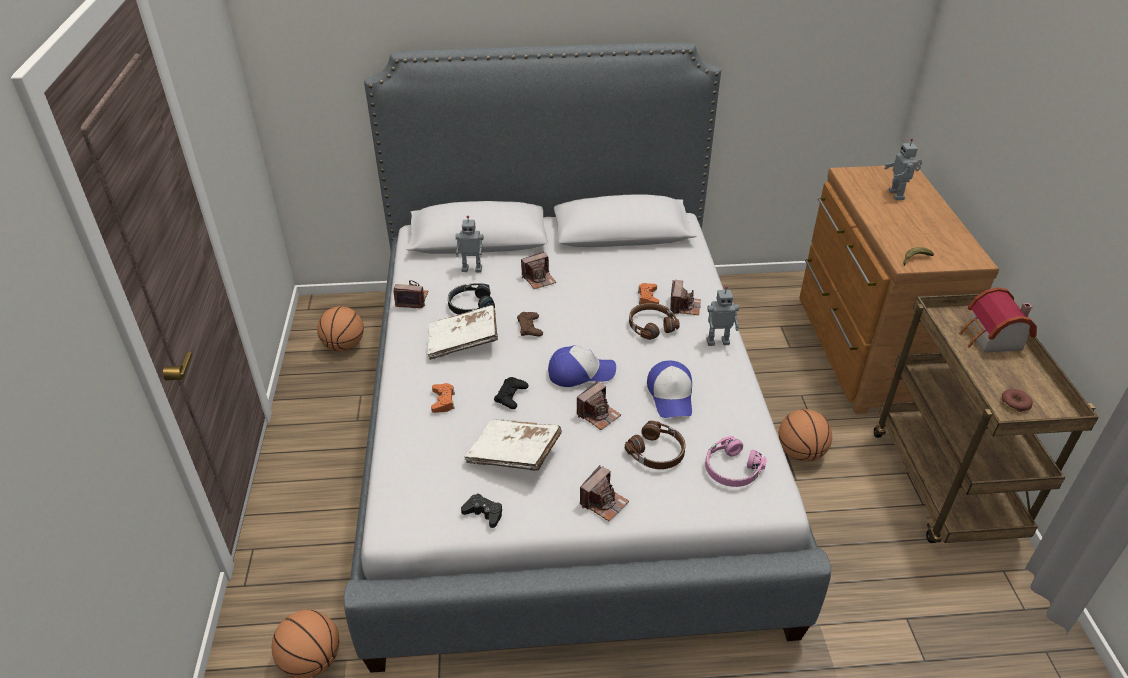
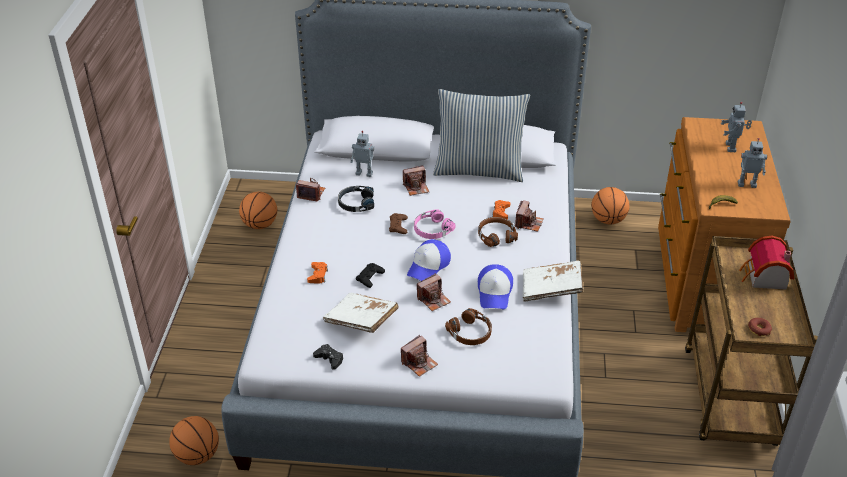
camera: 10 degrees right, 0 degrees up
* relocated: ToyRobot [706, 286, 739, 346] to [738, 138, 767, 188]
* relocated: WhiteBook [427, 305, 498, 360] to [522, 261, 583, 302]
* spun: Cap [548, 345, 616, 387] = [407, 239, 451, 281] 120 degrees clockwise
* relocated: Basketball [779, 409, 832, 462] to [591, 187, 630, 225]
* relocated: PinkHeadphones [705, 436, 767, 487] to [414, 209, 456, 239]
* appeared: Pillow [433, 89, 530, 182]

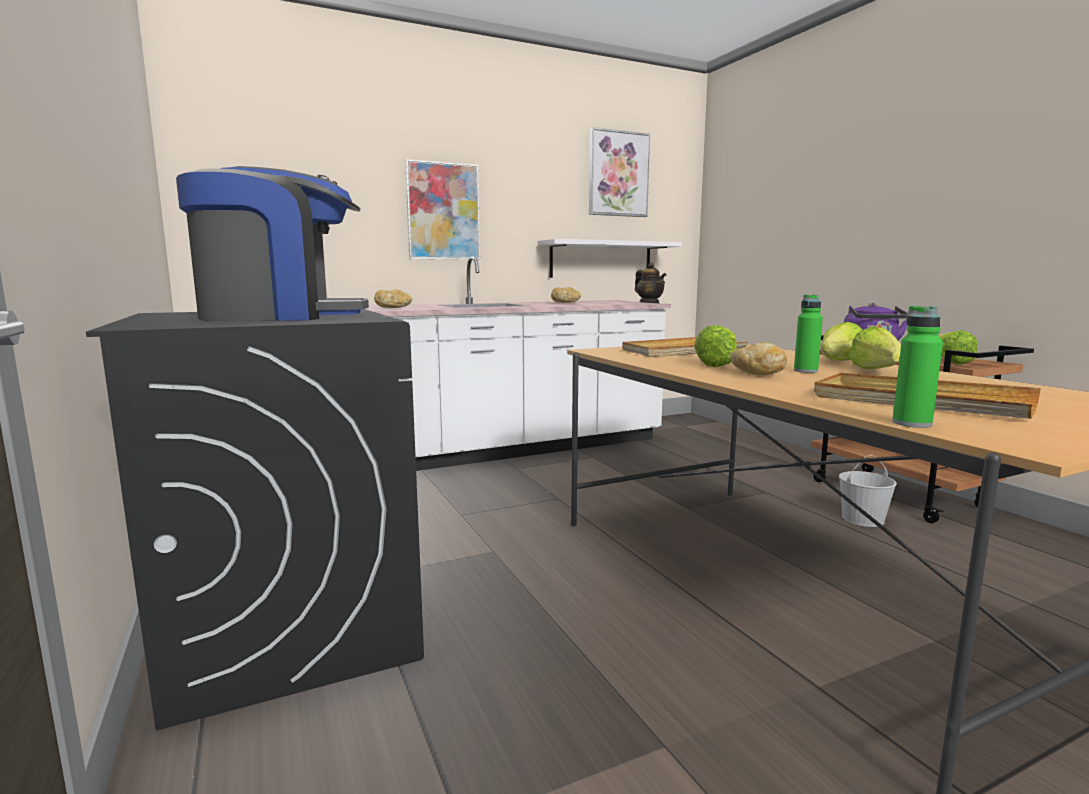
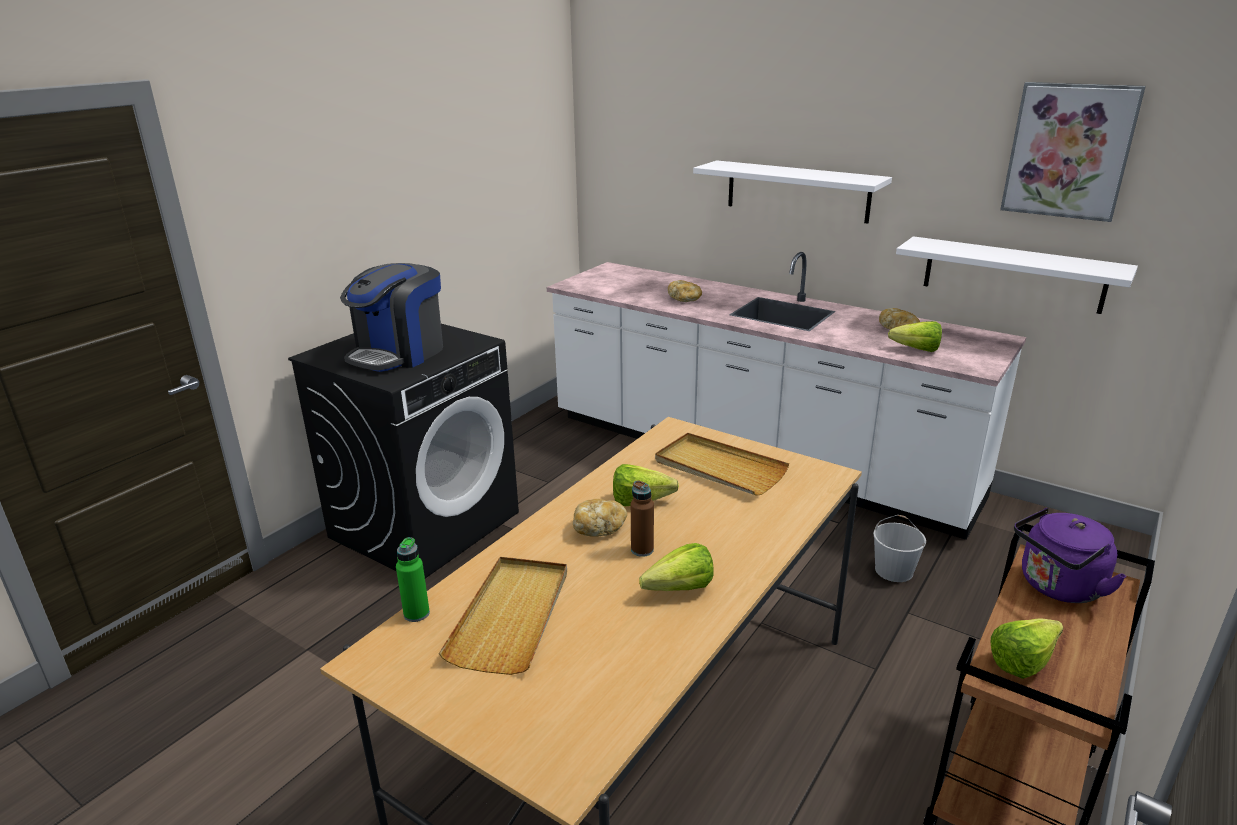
camera: 60 degrees right, 15 degrees up
* exchanged: Picture [405, 159, 480, 260] to WhiteShelf [693, 160, 892, 224]
* spun: CoffeeMachine [176, 166, 369, 321] = [340, 263, 443, 372] 75 degrees clockwise
* missing: Teapot [635, 263, 666, 303]
* colour: GreenBottle [794, 295, 823, 373] to BrownBottle [631, 480, 654, 557]
* relocated: Lettuce [821, 322, 862, 361] to [888, 321, 942, 352]
* relocated: WhiteBucket [839, 455, 897, 527] to [873, 515, 926, 582]

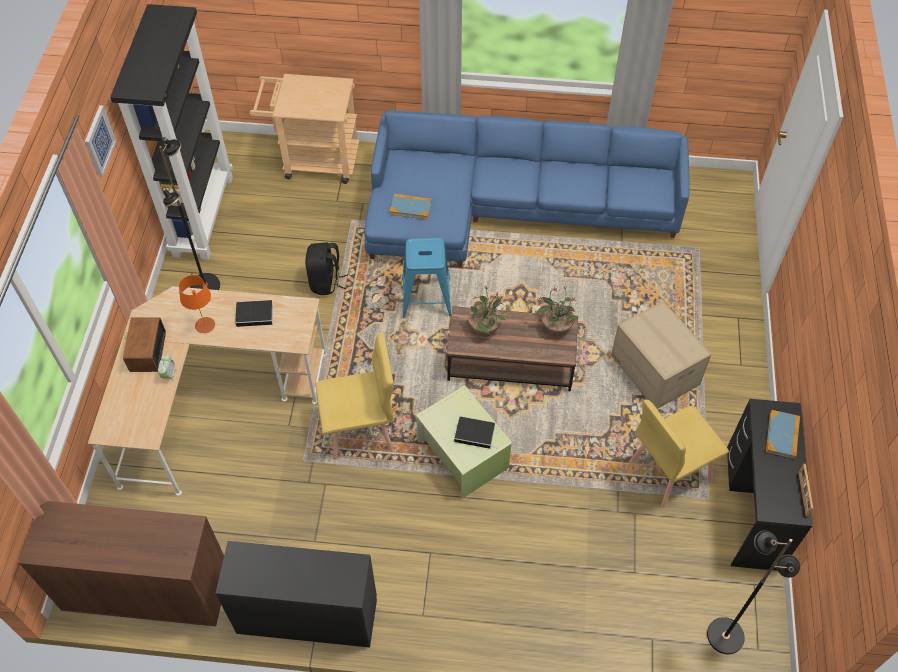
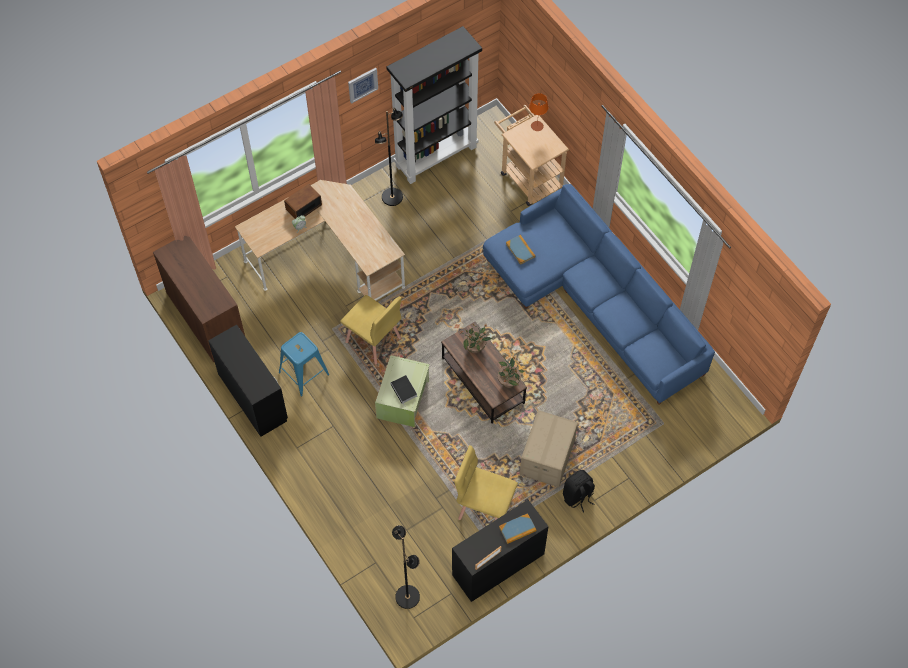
camera: 50 degrees right, 5 degrees up
* relocated: BlueStool [402, 238, 451, 318] to [279, 332, 329, 396]
* relocated: BlackBackpack [305, 242, 348, 295] to [563, 470, 595, 513]
* relocated: OrangeTableLamp [179, 275, 215, 334] to [529, 93, 548, 131]
* missing: Book [235, 300, 276, 327]

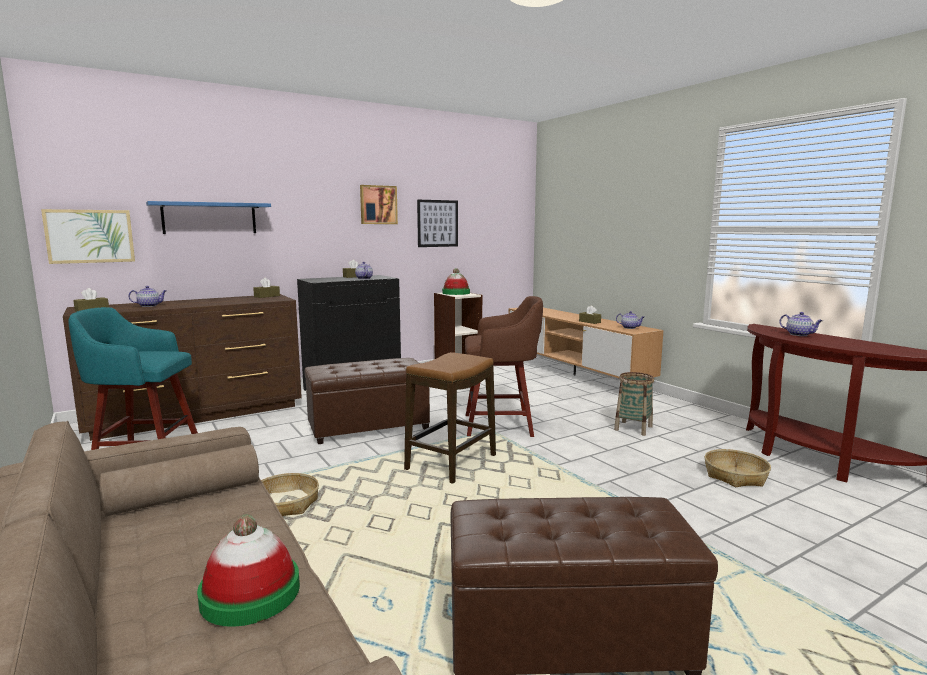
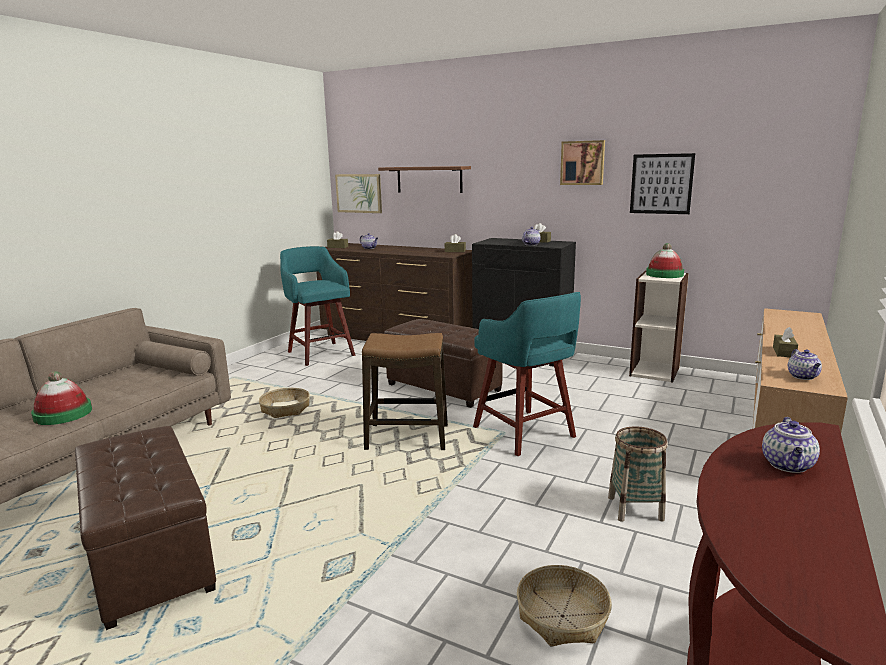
camera: 60 degrees right, 5 degrees up
* colour: BlueShelf [146, 201, 271, 234] to BrownShelf [378, 166, 471, 193]
* colour: BrownStool [465, 296, 543, 437] to TurquoiseStool [473, 292, 581, 456]

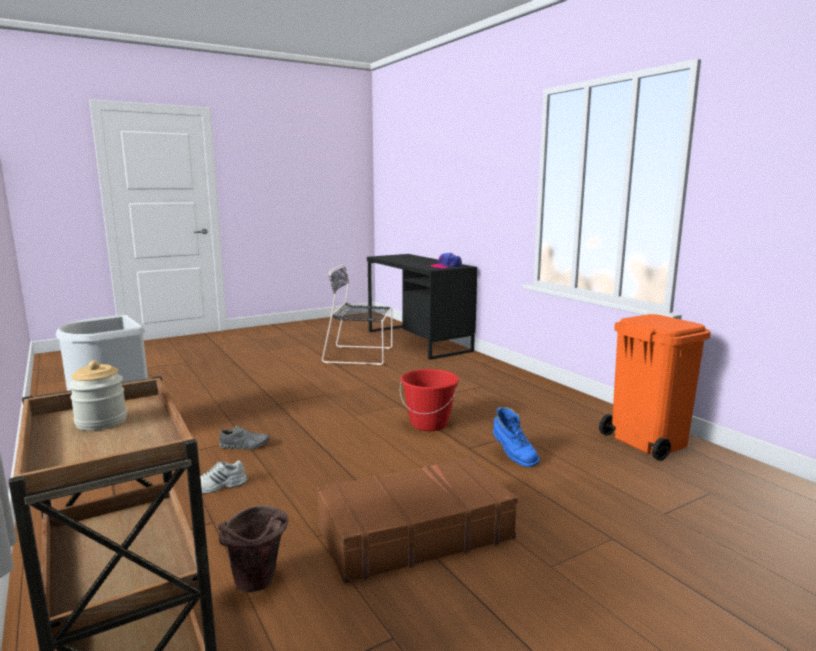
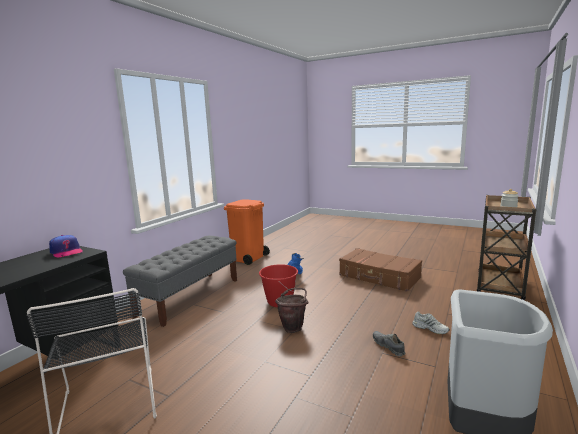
camera: 120 degrees left, 0 degrees up
* relocated: BrownBucket [218, 505, 288, 592] to [275, 288, 309, 333]
* appeared: GreyBench [123, 236, 237, 327]

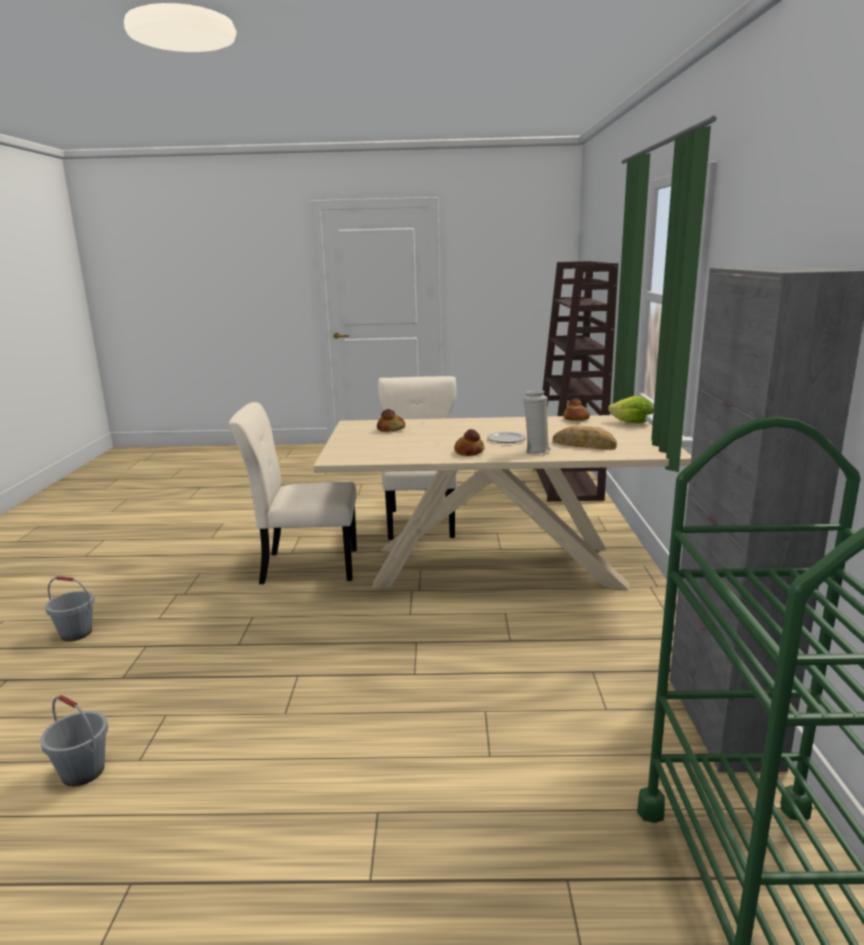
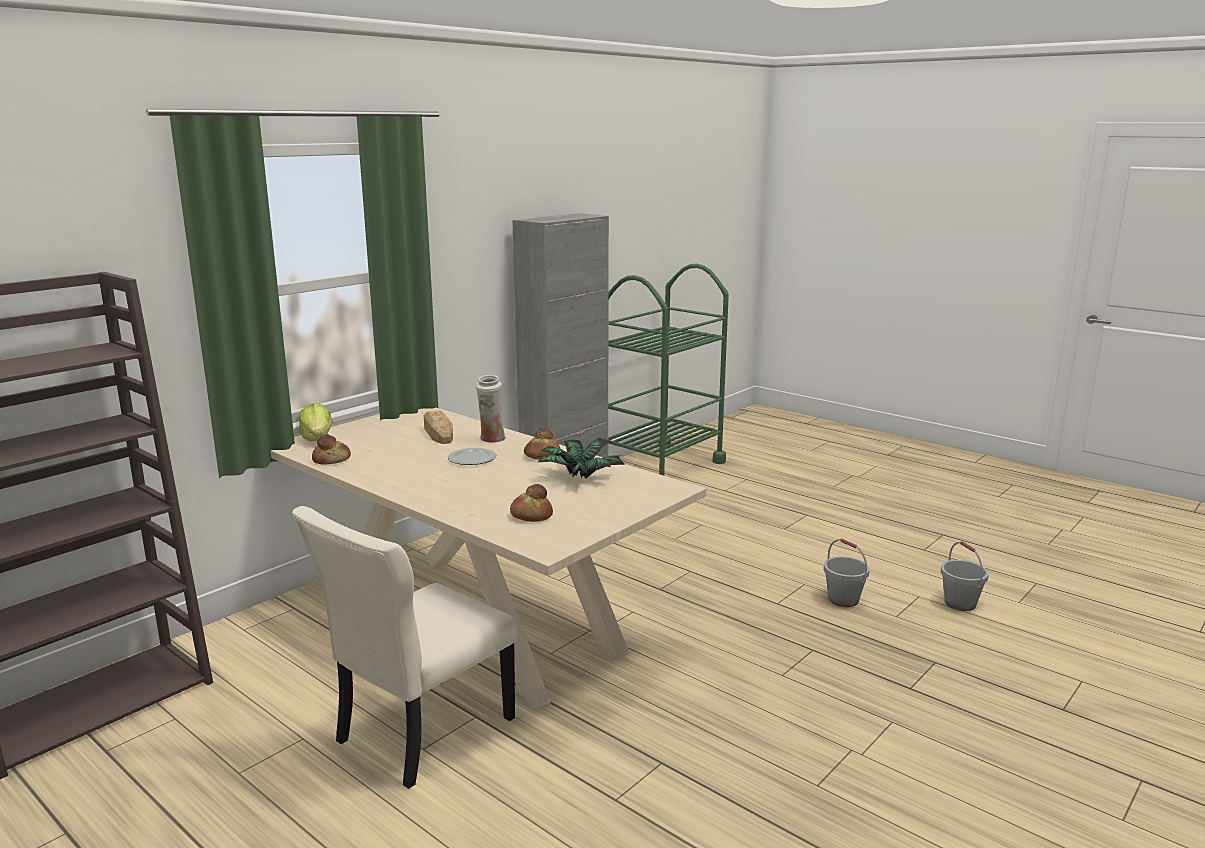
camera: 140 degrees left, 0 degrees up
* missing: BeigeChair [228, 402, 357, 584]
* relocated: GreyBucket [45, 576, 95, 641] to [823, 539, 870, 607]
* appeared: PottedPlant [536, 438, 625, 478]

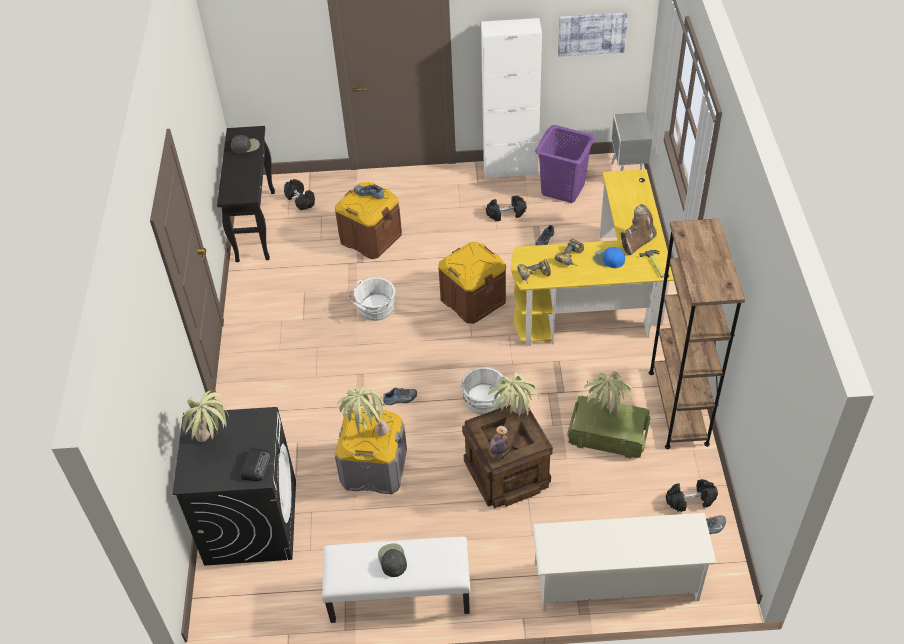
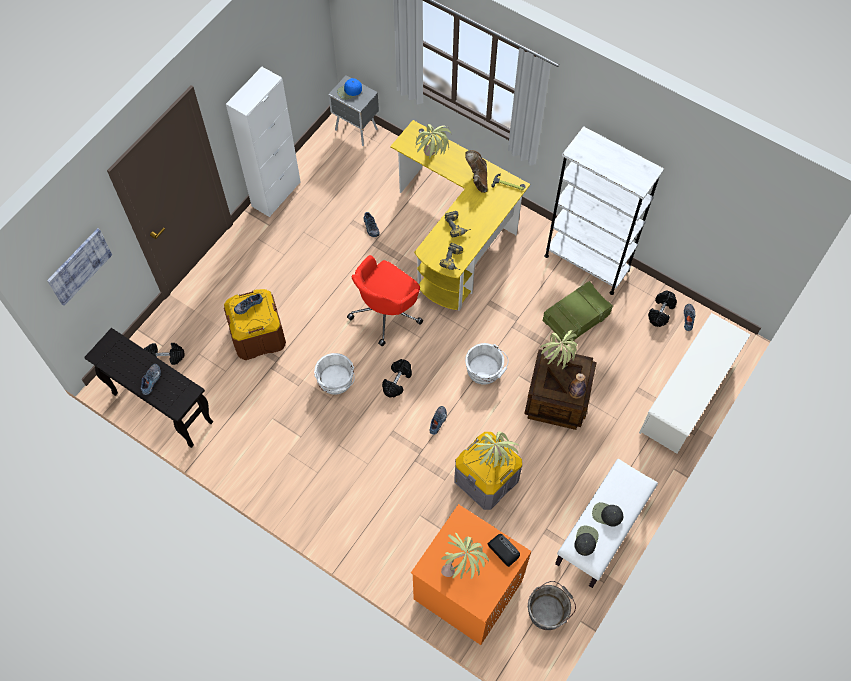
camera: 55 degrees left, 15 degrees up
* relocated: Picture [558, 13, 628, 57] to [47, 228, 112, 306]
* missing: PurpleLaundryBasket [535, 125, 595, 203]
* relocated: BlackCap [231, 135, 260, 154] to [574, 525, 599, 556]
* relocated: BlackDumbbell [486, 196, 527, 221] to [382, 359, 412, 398]
* colour: BrownBookcase [649, 218, 745, 449] to WhiteBookcase [544, 126, 664, 295]
* exchanged: BrownStorageBox [438, 242, 506, 324] to RedOfficeChair [347, 255, 423, 347]
* relocated: BlueCap [593, 247, 625, 268] to [337, 78, 362, 100]
* relocated: PottedPlant [584, 371, 634, 415] to [415, 124, 451, 159]
* colour: BlackWashingMachine [172, 407, 296, 566] to OrangeWashingMachine [411, 504, 531, 645]
* appeared: Shoe [141, 364, 161, 395]
* appeared: GreyBucket [528, 581, 576, 630]

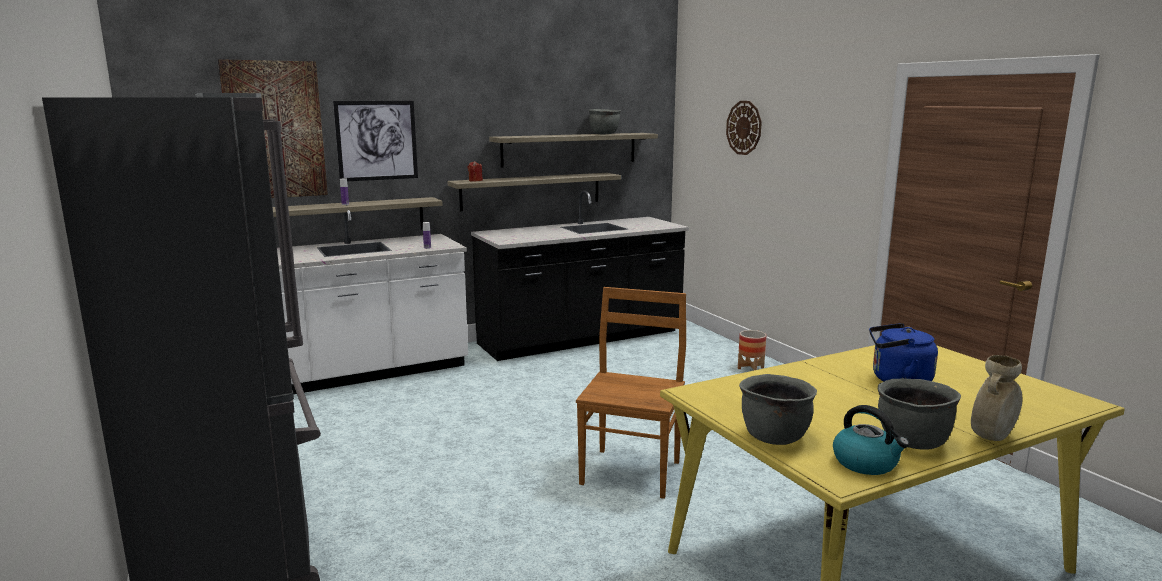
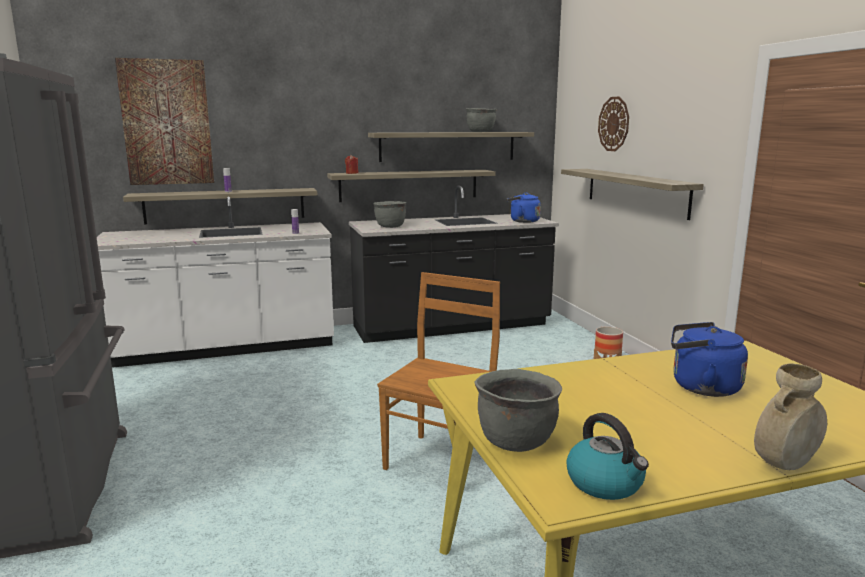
camera: 10 degrees right, 0 degrees up
* missing: Picture [333, 101, 418, 181]
* relocated: GreyCookingPot [878, 378, 961, 450] to [373, 201, 406, 228]
* appeared: Shelf [561, 169, 704, 220]
* appeared: BlueKettle [507, 193, 541, 223]

